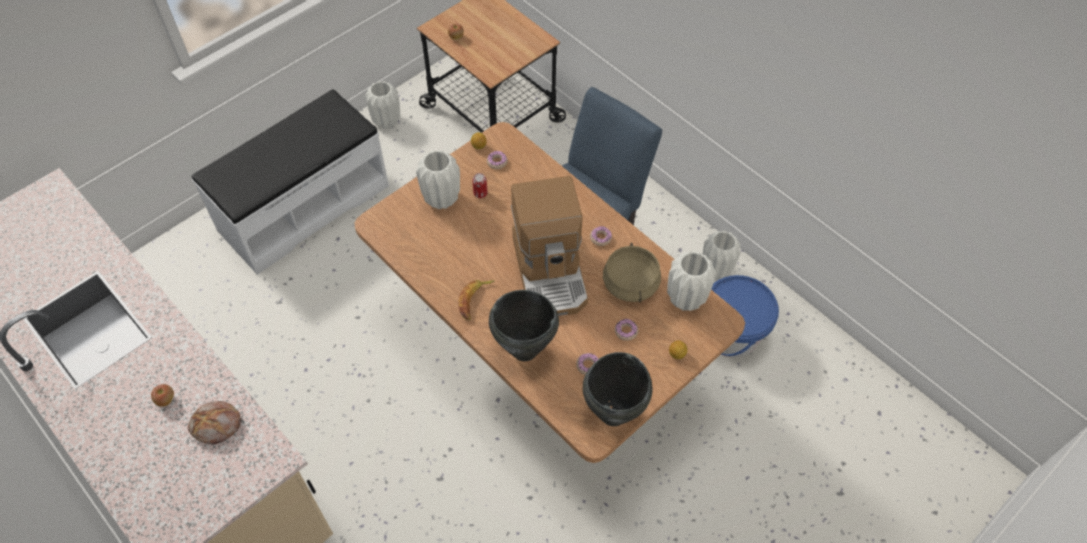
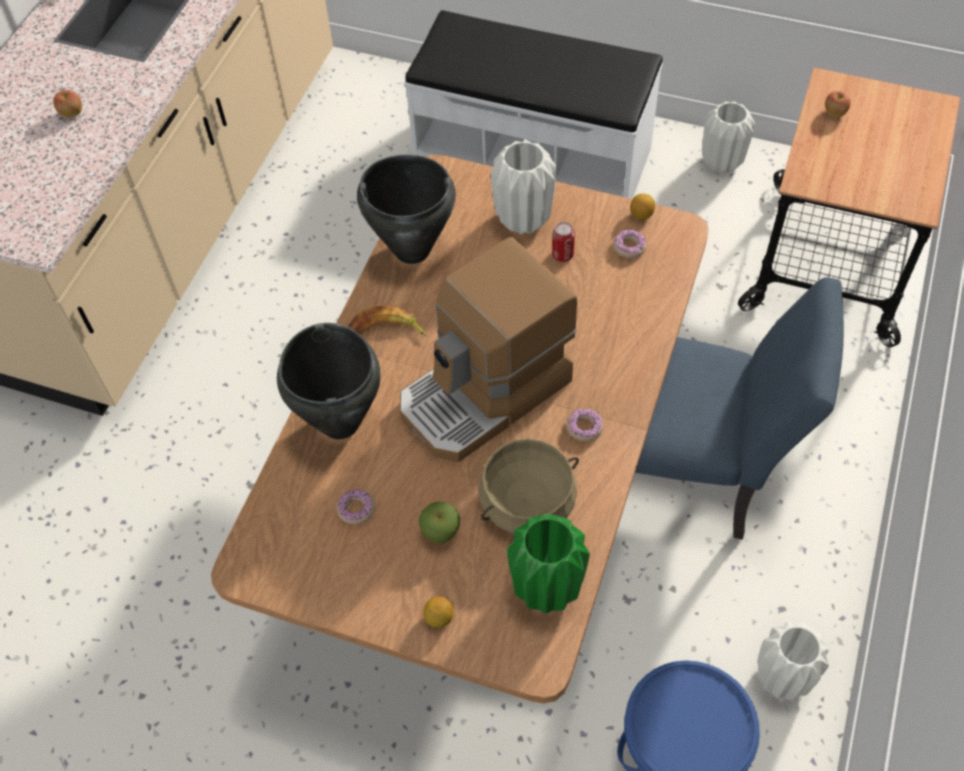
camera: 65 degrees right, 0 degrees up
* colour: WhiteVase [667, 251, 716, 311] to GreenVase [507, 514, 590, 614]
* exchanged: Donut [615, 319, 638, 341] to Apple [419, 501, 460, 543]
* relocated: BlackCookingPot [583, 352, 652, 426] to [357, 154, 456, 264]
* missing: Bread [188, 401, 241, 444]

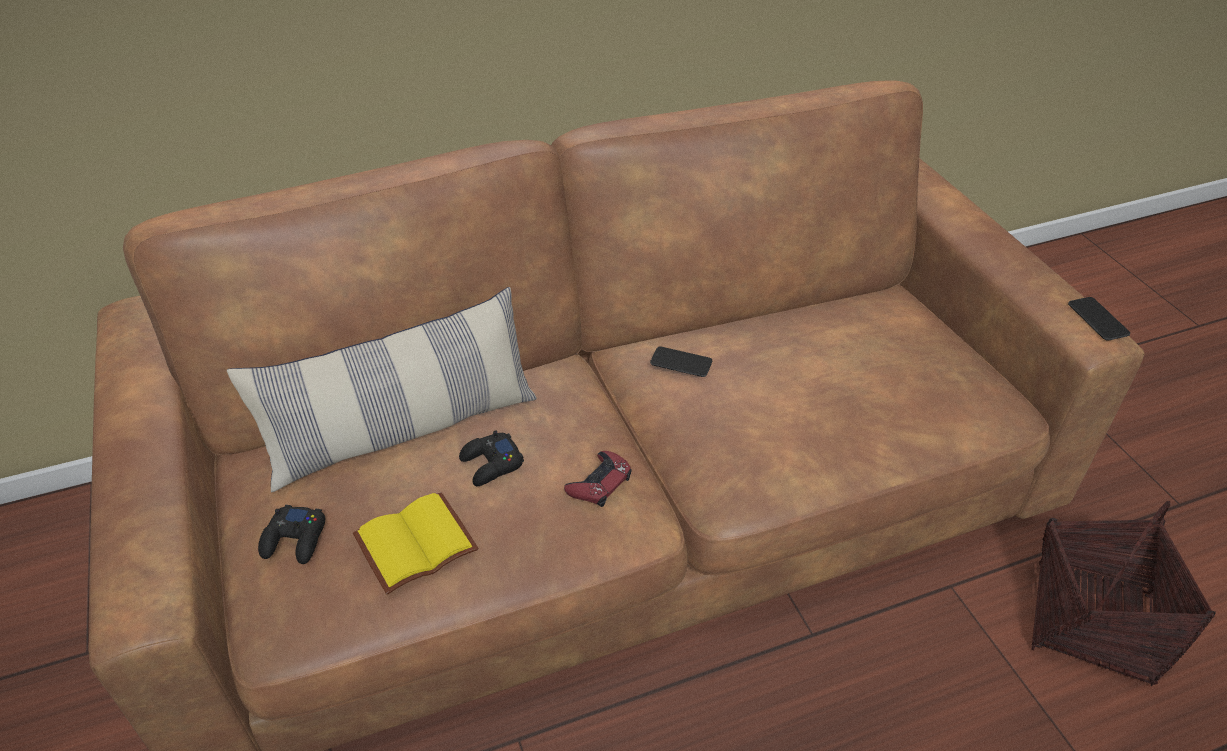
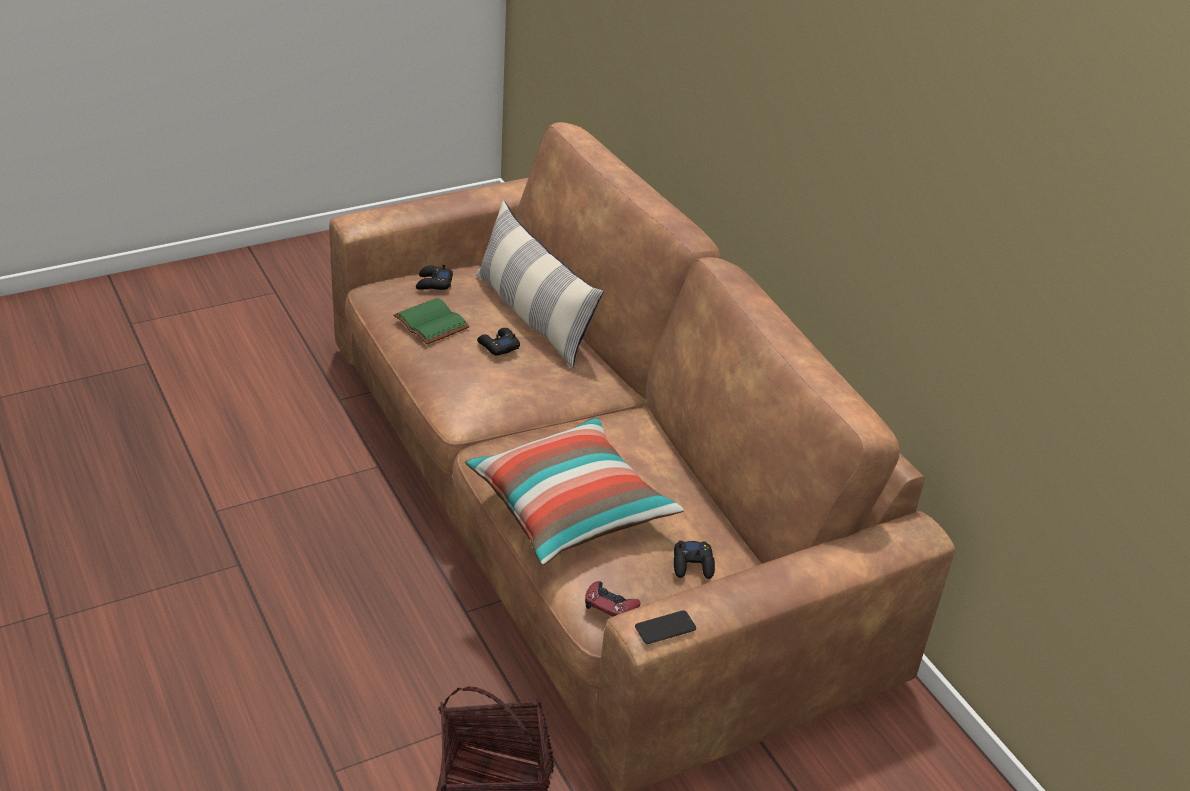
camera: 80 degrees right, 5 degrees down
* missing: Phone [650, 347, 712, 377]
* relocated: RedGameController [564, 451, 632, 507] to [585, 581, 641, 616]
* colour: YellowBook [353, 492, 478, 595] to GreenBook [393, 298, 470, 344]
* appeared: Pillow [465, 416, 684, 565]
* appeared: BlackGameController [674, 541, 715, 579]

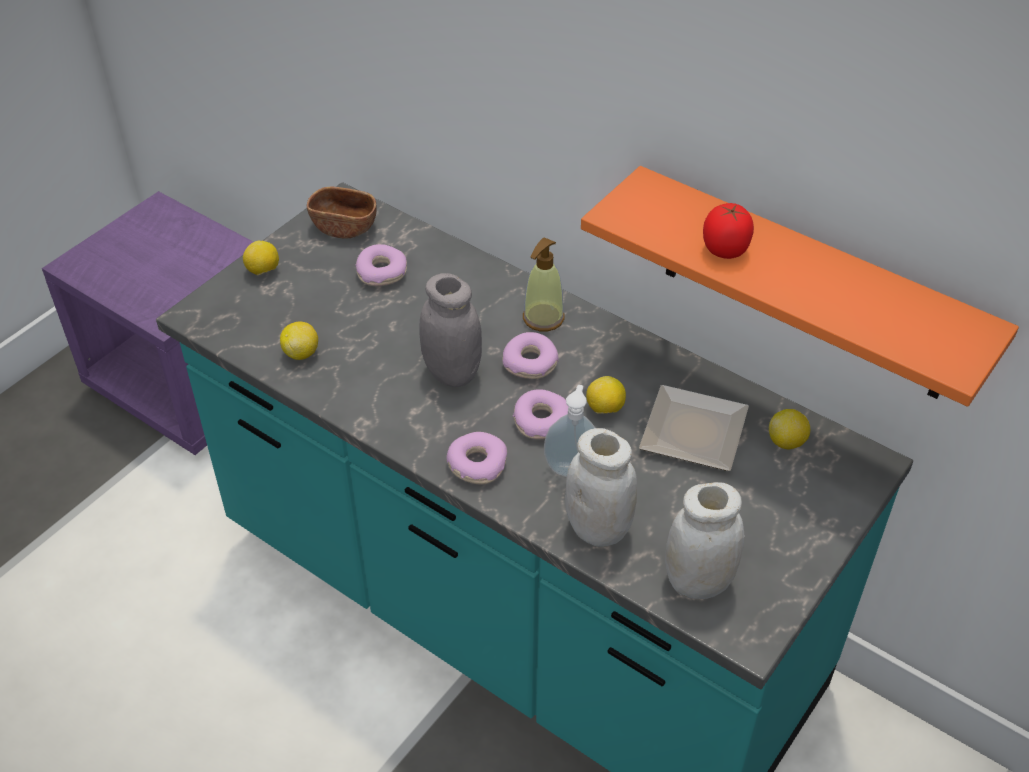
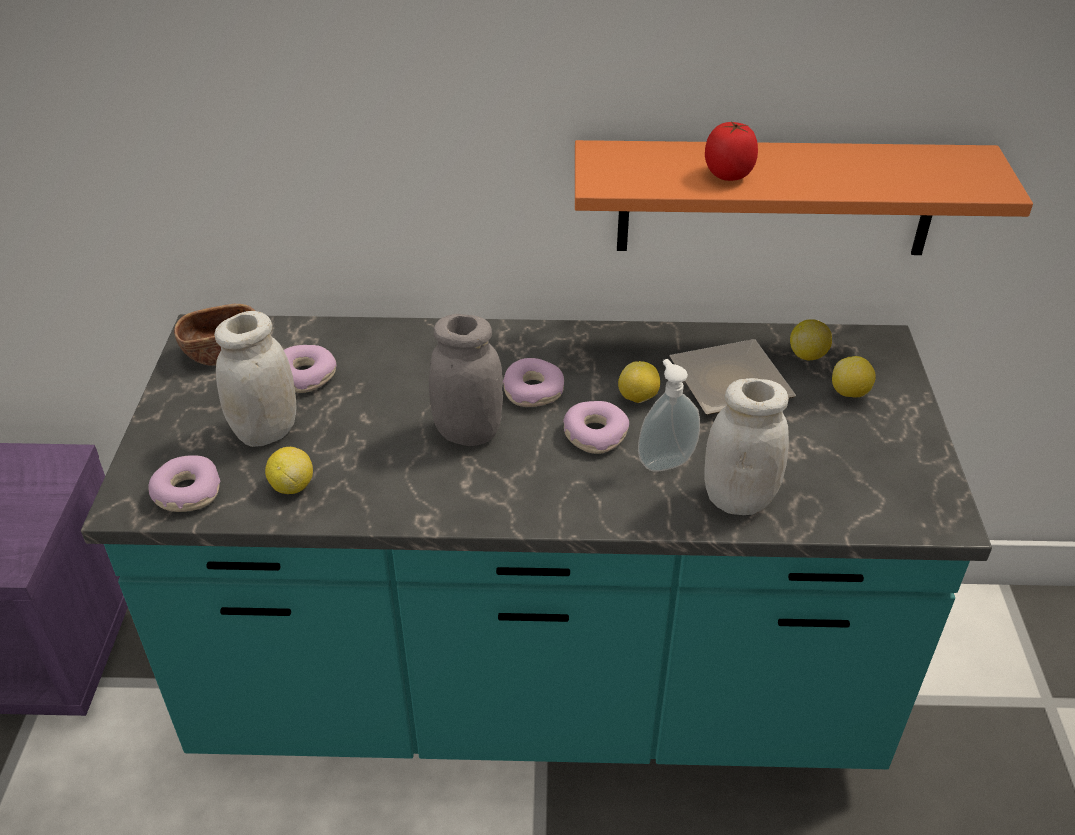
camera: 35 degrees left, 5 degrees down
* missing: SoapDispenser [523, 237, 565, 331]
* relocated: Lemon [243, 241, 279, 275] to [832, 356, 876, 398]
* relocated: Donut [447, 432, 507, 485] to [148, 455, 220, 512]
* relocated: WhiteJar [665, 482, 744, 599] to [214, 311, 297, 447]

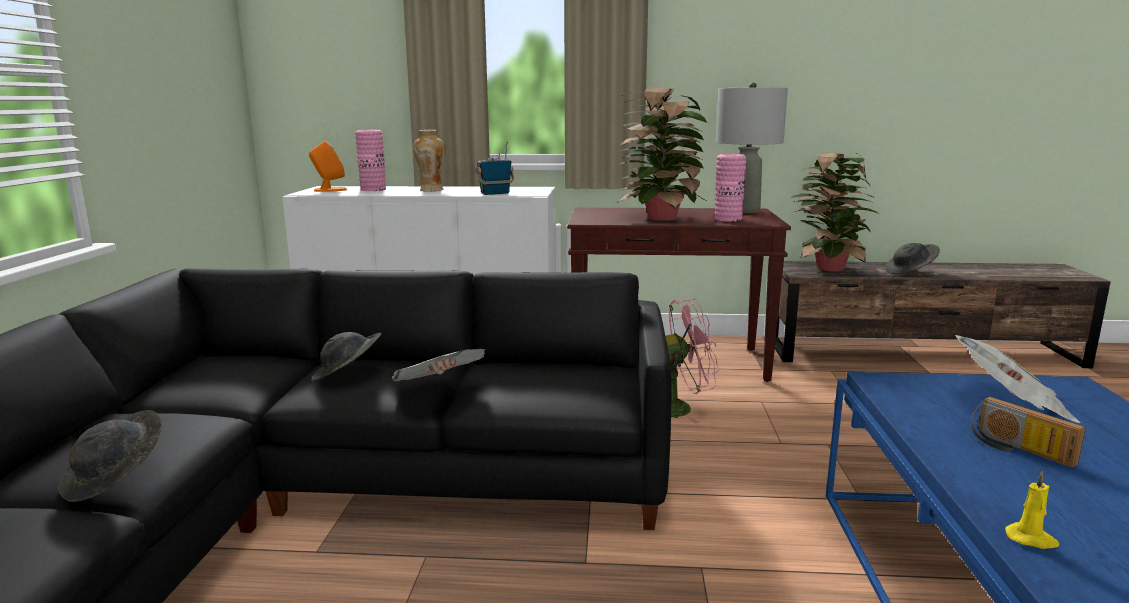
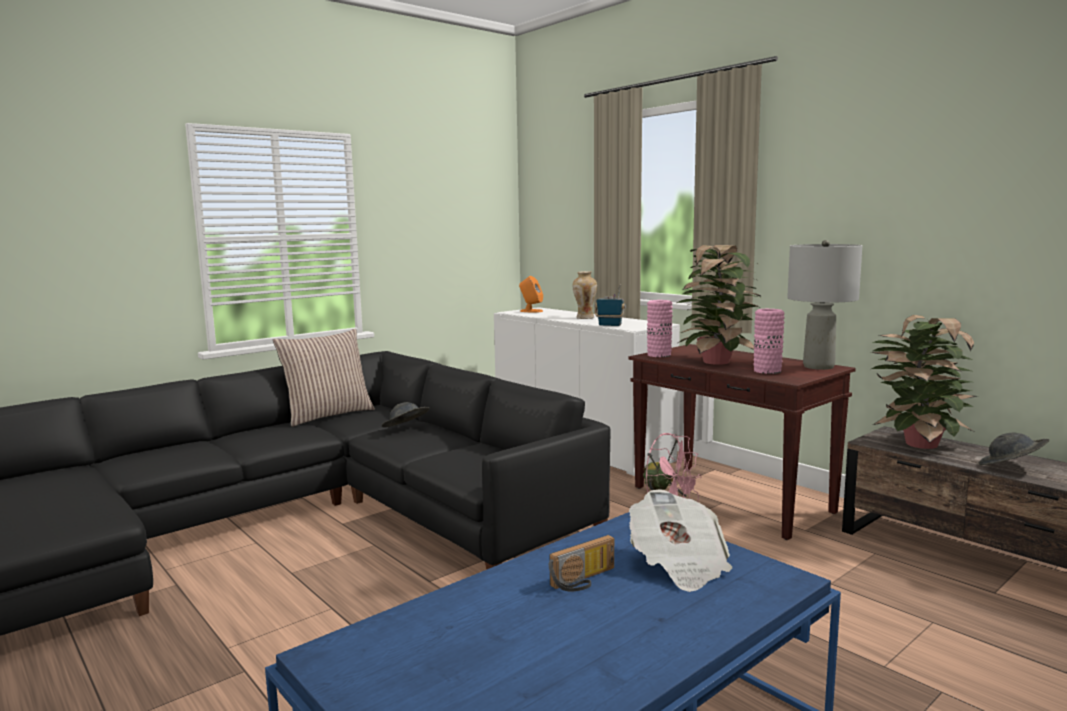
camera: 45 degrees right, 5 degrees down
* relocated: PinkVase [355, 130, 386, 191] to [647, 300, 673, 357]
* missing: Newspaper [392, 349, 485, 381]
* spun: Radio [971, 397, 1086, 468] = [549, 535, 614, 592] 135 degrees counterclockwise
* missing: GreyHat [58, 410, 162, 502]
* missing: YellowCandle [1005, 471, 1059, 549]
* appeared: Pillow [273, 329, 375, 427]

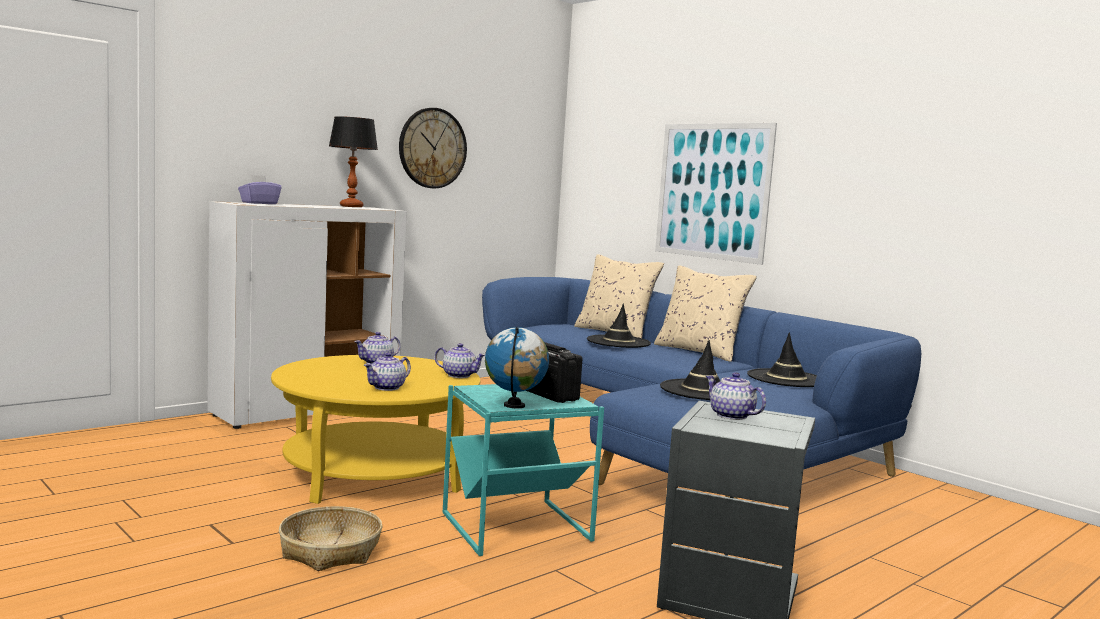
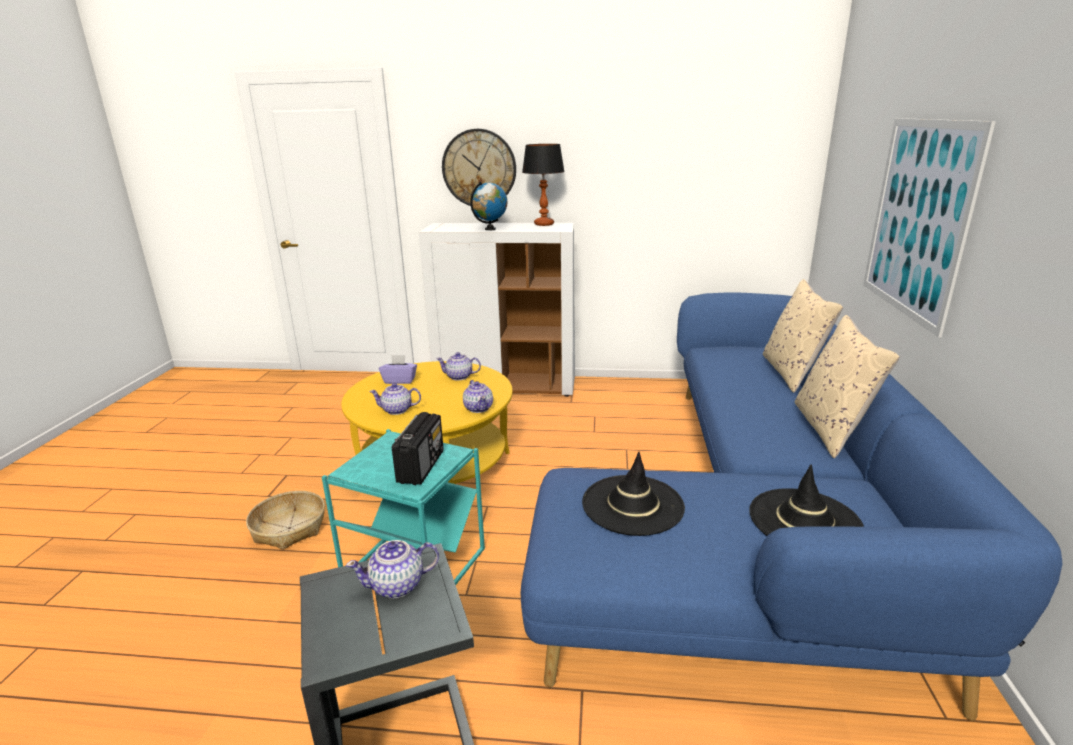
camera: 50 degrees right, 15 degrees up
* relocated: WallClock [399, 108, 467, 188] to [442, 129, 516, 206]
* relocated: PurpleTissueBox [238, 175, 282, 204] to [379, 355, 417, 384]
* missing: BlackHat [587, 304, 651, 348]
* relocated: Globe [485, 327, 549, 408] to [470, 182, 508, 230]
* spun: Teapot [706, 372, 766, 420] = [346, 540, 439, 598] 120 degrees counterclockwise

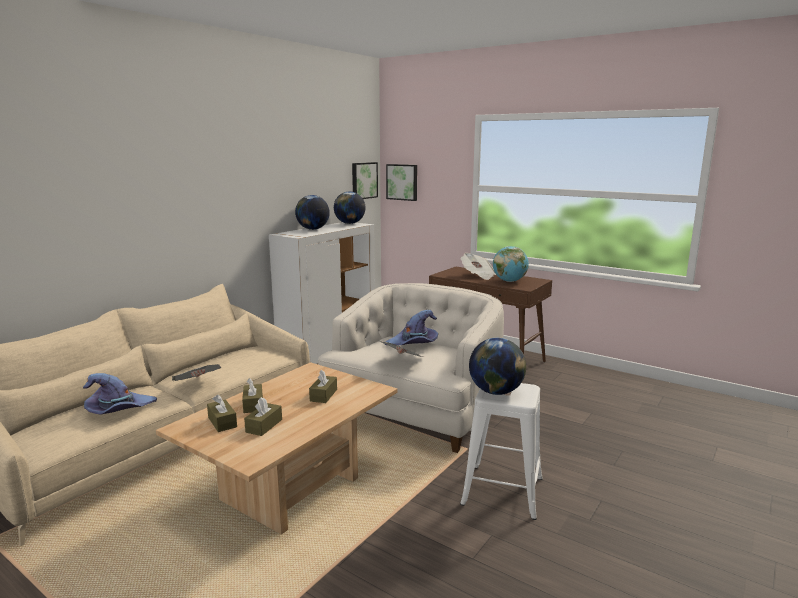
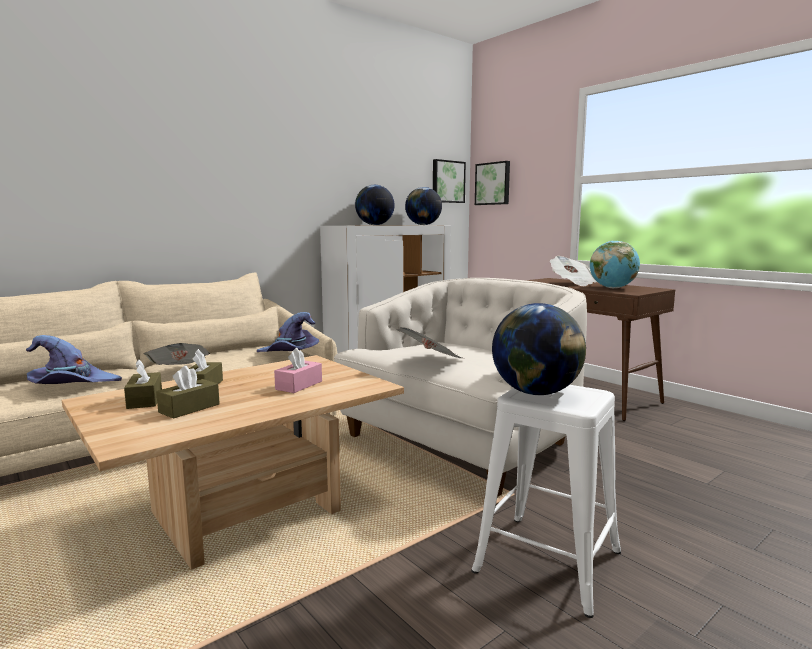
camera: 15 degrees right, 5 degrees down
* relocated: PurpleHat [385, 310, 438, 345] to [257, 312, 319, 352]
* colour: BrownTissueBox [309, 369, 337, 403] to PinkTissueBox [274, 348, 322, 393]

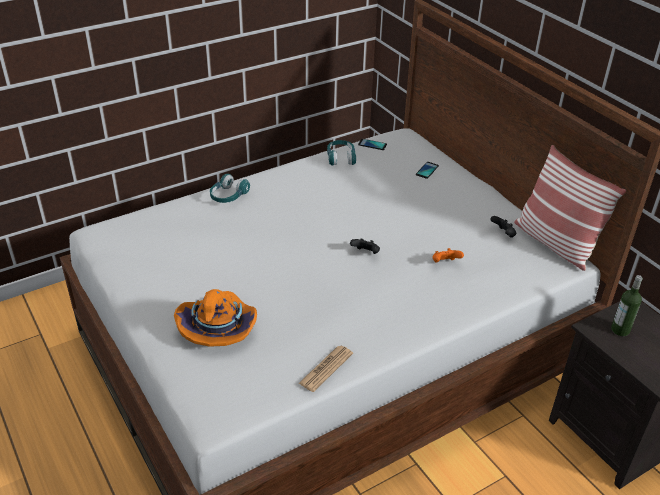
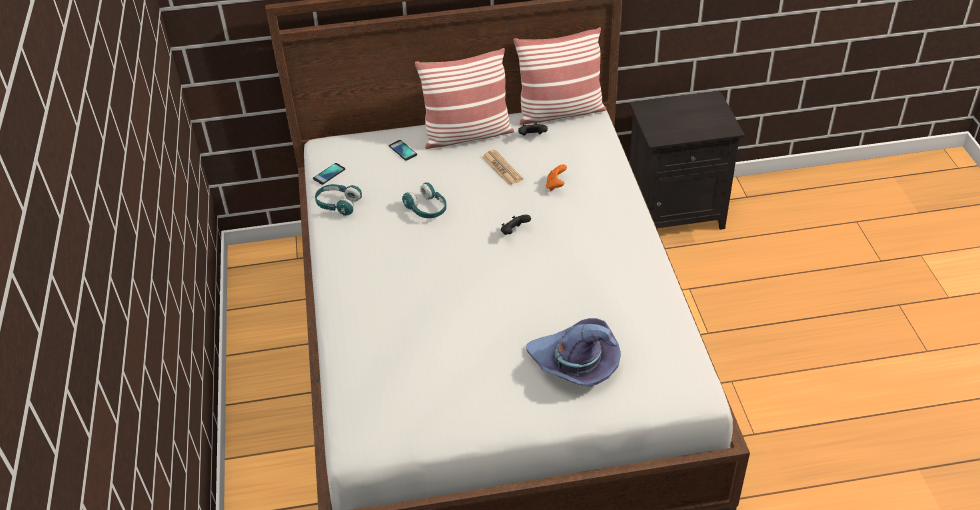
camera: 65 degrees left, 5 degrees up
* relocated: TurquoiseHeadphones [210, 174, 250, 203] to [402, 182, 447, 218]
* missing: Bottle [611, 275, 643, 336]
* colour: OrangeHat [174, 289, 257, 347] to PurpleHat [526, 318, 621, 387]
* relocated: Newspaper [298, 346, 353, 392] to [482, 150, 523, 186]
* appeared: Pillow [415, 48, 514, 149]

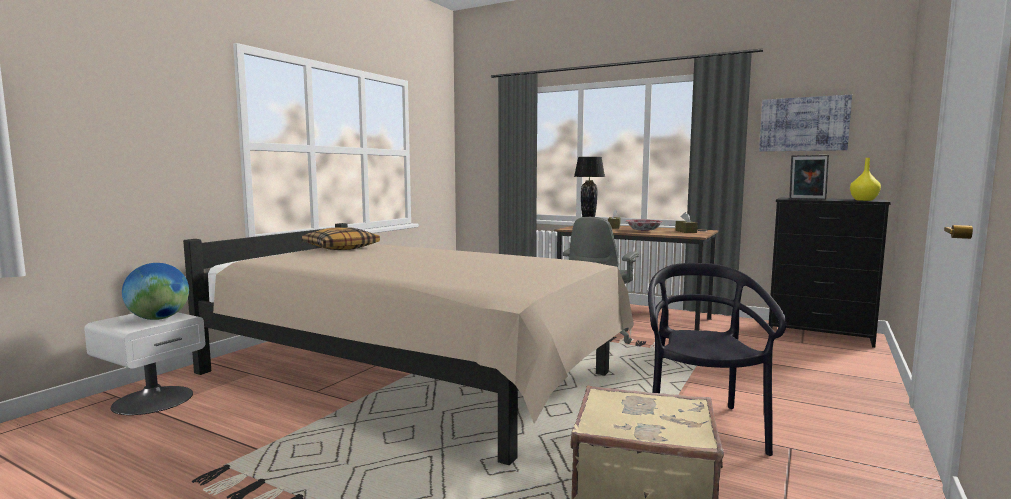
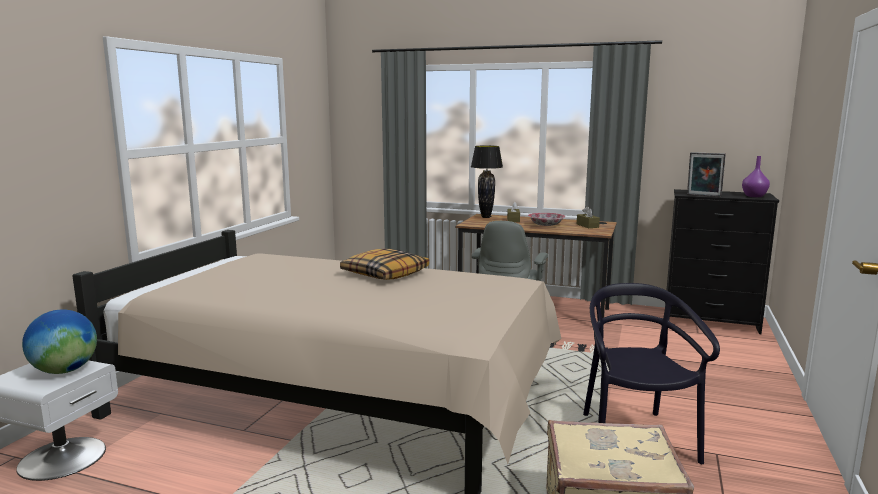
camera: 10 degrees left, 5 degrees up
* missing: Picture [759, 95, 852, 152]
* colour: YellowVase [850, 158, 881, 201] to PurpleVase [742, 156, 770, 197]
* relocated: Pillow [302, 227, 380, 250] to [340, 249, 429, 280]

